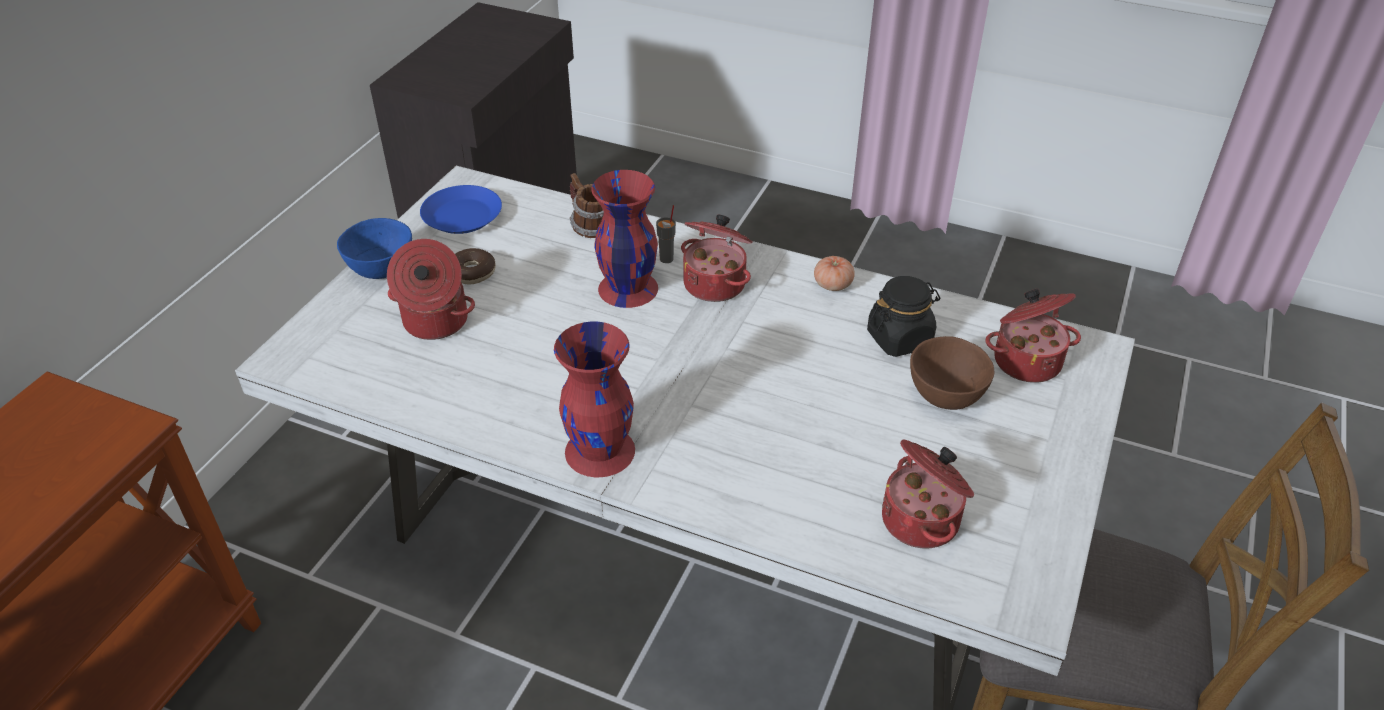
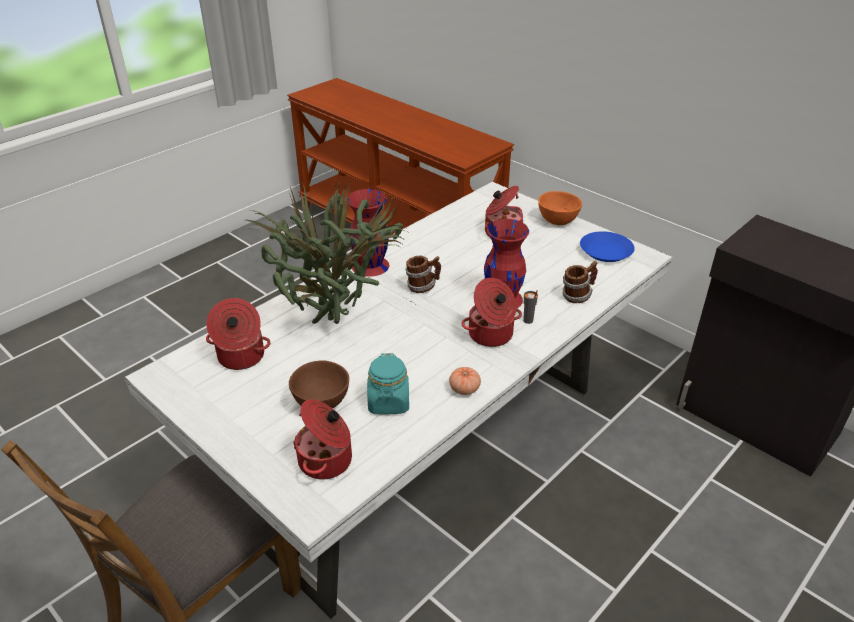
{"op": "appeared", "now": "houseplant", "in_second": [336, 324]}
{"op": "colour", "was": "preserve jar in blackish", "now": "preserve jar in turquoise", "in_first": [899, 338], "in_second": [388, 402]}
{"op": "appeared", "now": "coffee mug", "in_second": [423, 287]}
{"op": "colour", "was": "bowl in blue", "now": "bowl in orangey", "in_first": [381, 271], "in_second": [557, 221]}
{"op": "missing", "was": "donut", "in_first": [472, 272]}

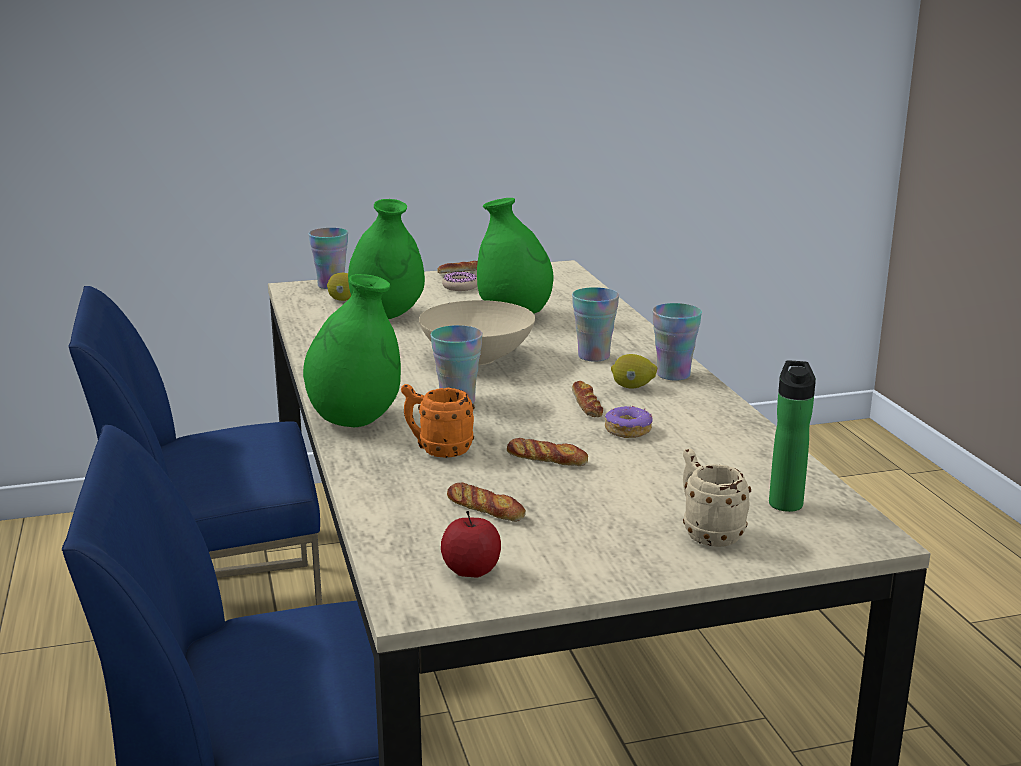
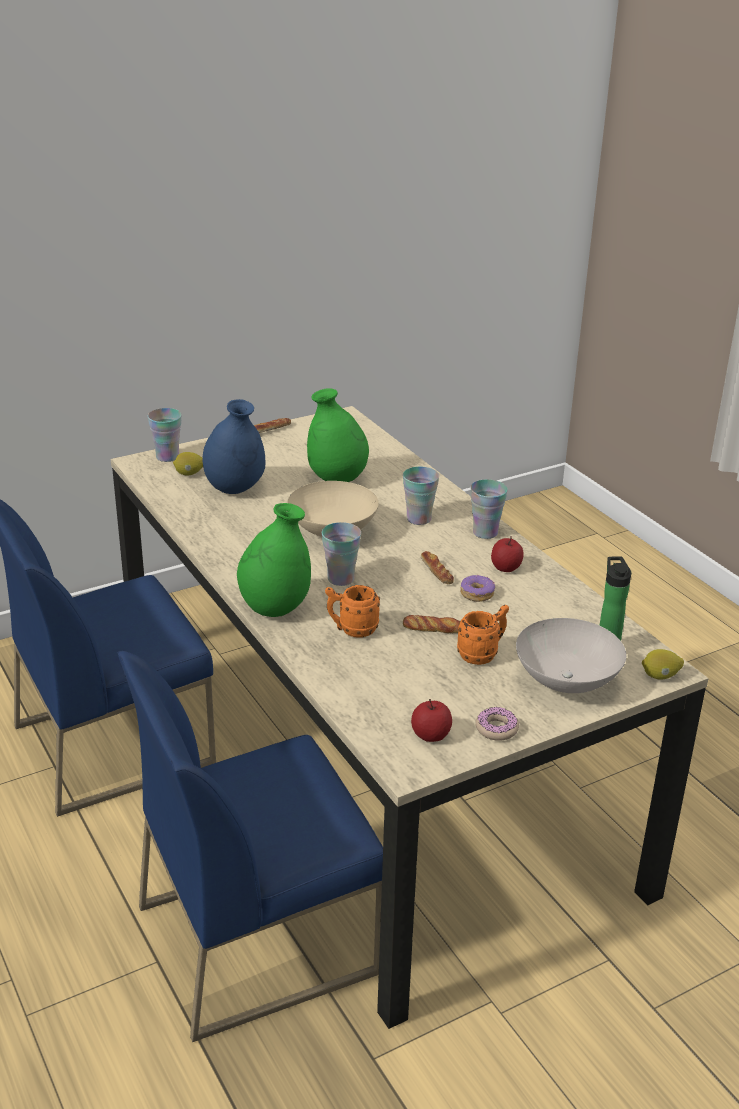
{"op": "colour", "was": "decorative vase in green", "now": "decorative vase in blue", "in_first": [387, 315], "in_second": [235, 488]}
{"op": "appeared", "now": "coffee mug in orangey", "in_second": [482, 654]}
{"op": "relocated", "was": "donut", "in_first": [460, 287], "in_second": [496, 729]}
{"op": "appeared", "now": "apple", "in_second": [506, 568]}
{"op": "exchanged", "was": "coffee mug in beige-coloured", "now": "bowl in white", "in_first": [707, 532], "in_second": [567, 681]}
{"op": "relocated", "was": "citrus fruit", "in_first": [632, 387], "in_second": [660, 676]}
{"op": "missing", "was": "baked bread", "in_first": [485, 509]}

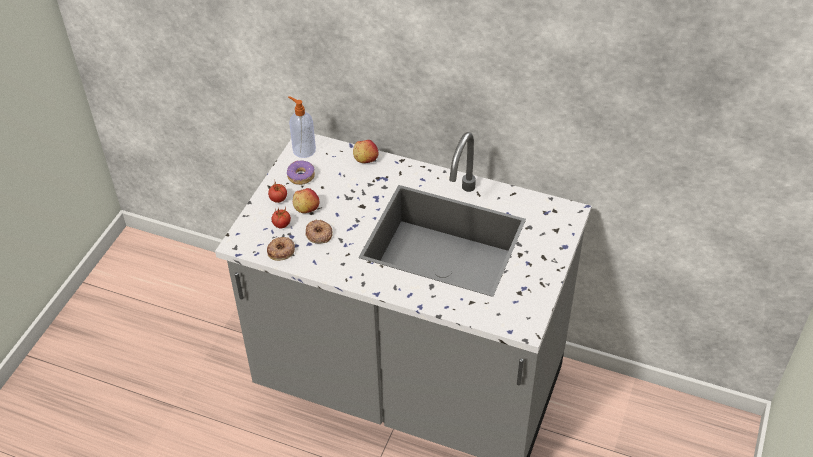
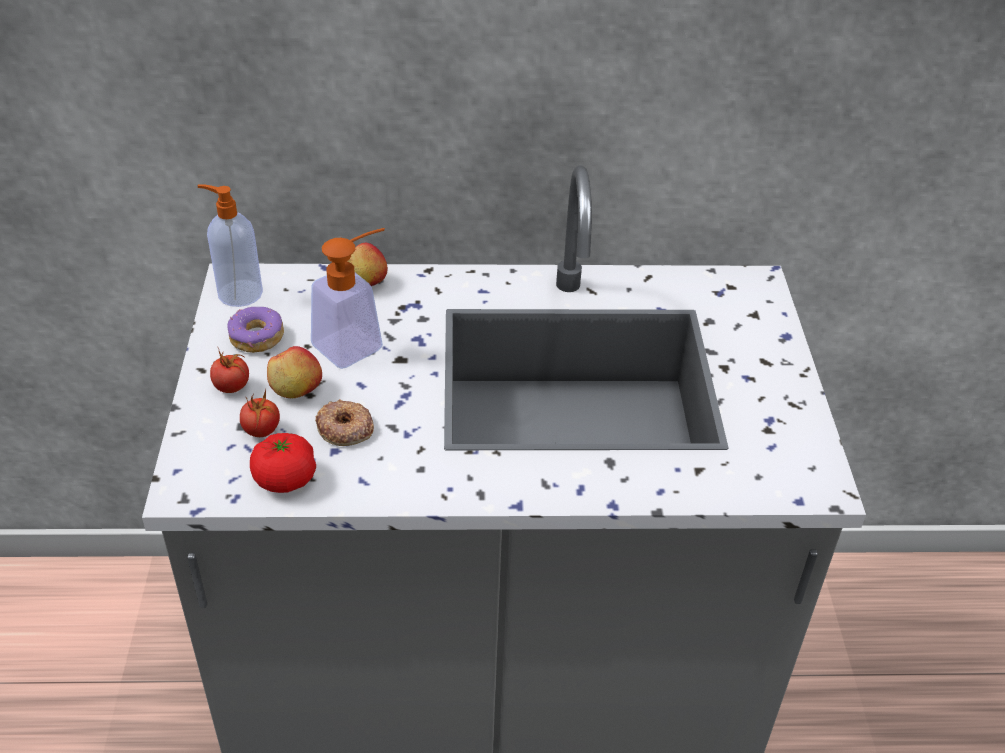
{"op": "exchanged", "was": "donut", "now": "whole tomato", "in_first": [281, 251], "in_second": [285, 479]}
{"op": "appeared", "now": "soap dispenser", "in_second": [357, 342]}

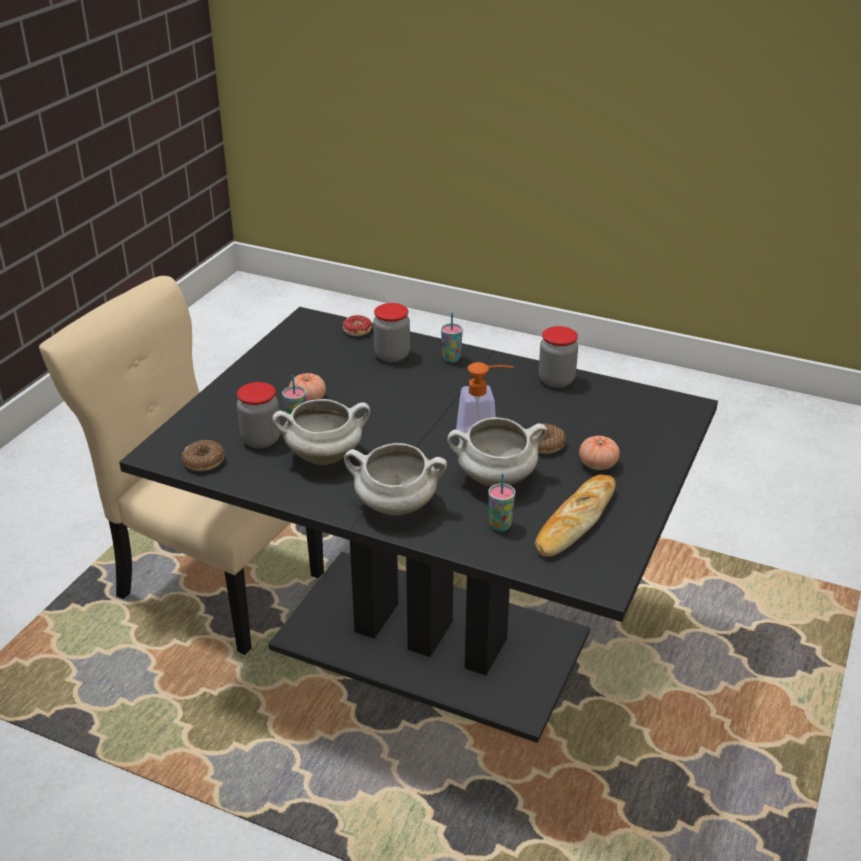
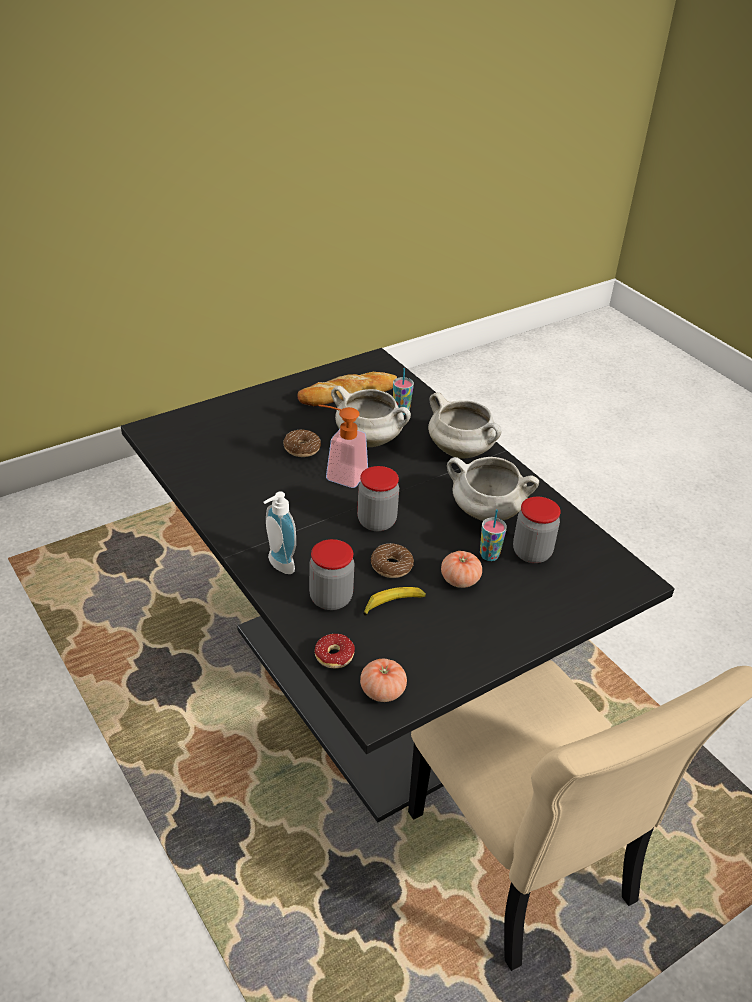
{"op": "exchanged", "was": "cup", "now": "soap dispenser", "in_first": [451, 359], "in_second": [277, 565]}
{"op": "relocated", "was": "preserve jar", "in_first": [556, 380], "in_second": [376, 521]}
{"op": "relocated", "was": "whole tomato", "in_first": [598, 464], "in_second": [382, 691]}
{"op": "appeared", "now": "whole banana", "in_second": [393, 604]}
{"op": "relocated", "was": "donut", "in_first": [204, 461], "in_second": [391, 566]}

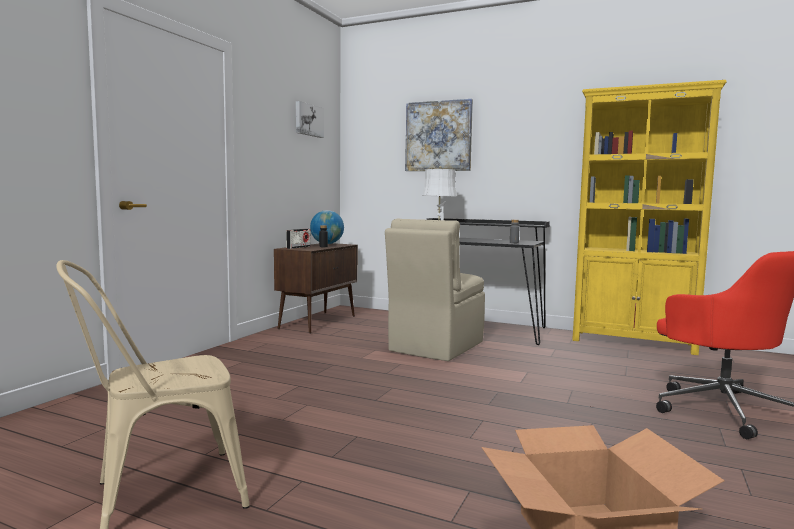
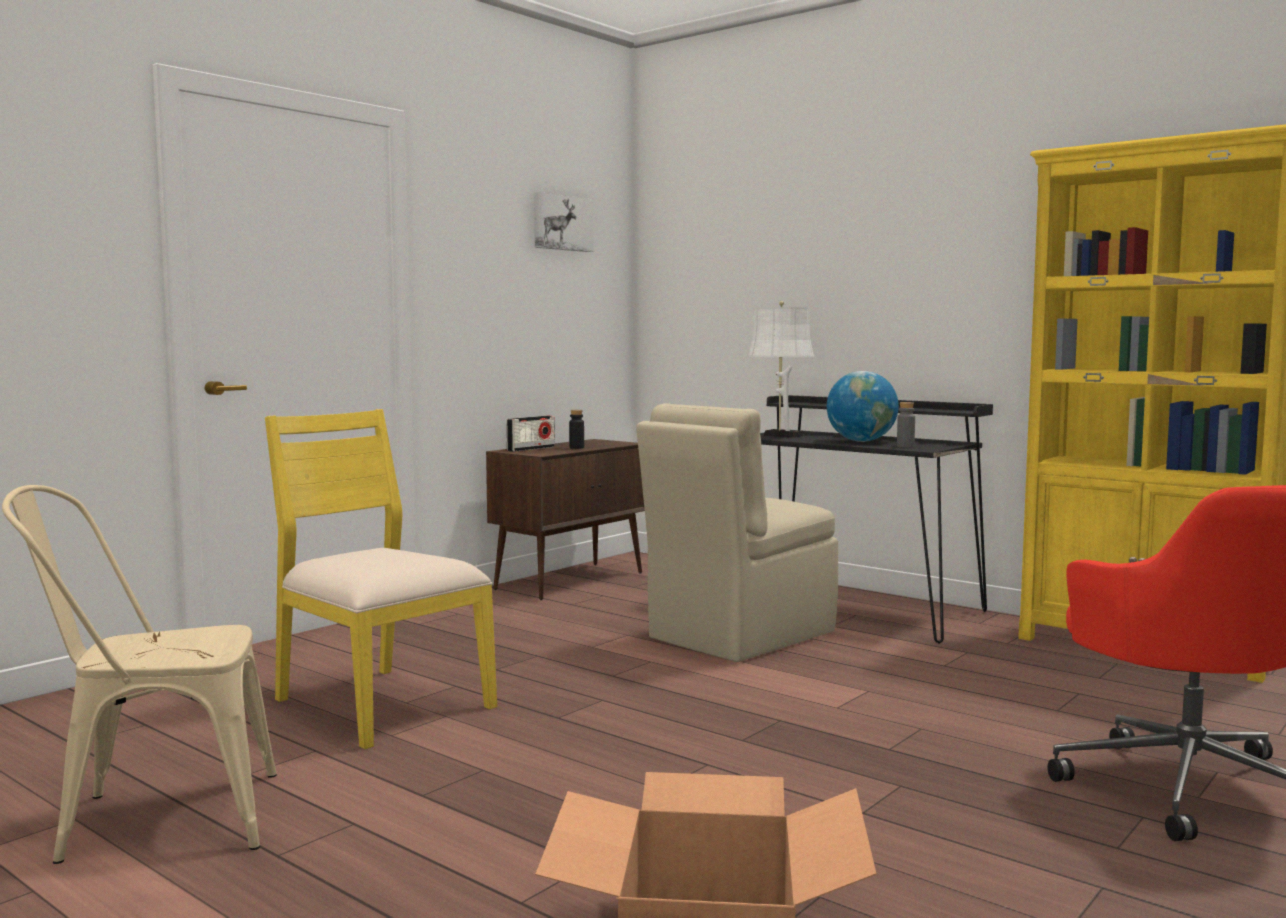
{"op": "appeared", "now": "upright chair in yellow", "in_second": [380, 704]}
{"op": "relocated", "was": "world globe", "in_first": [327, 244], "in_second": [861, 441]}
{"op": "missing", "was": "picture", "in_first": [438, 136]}

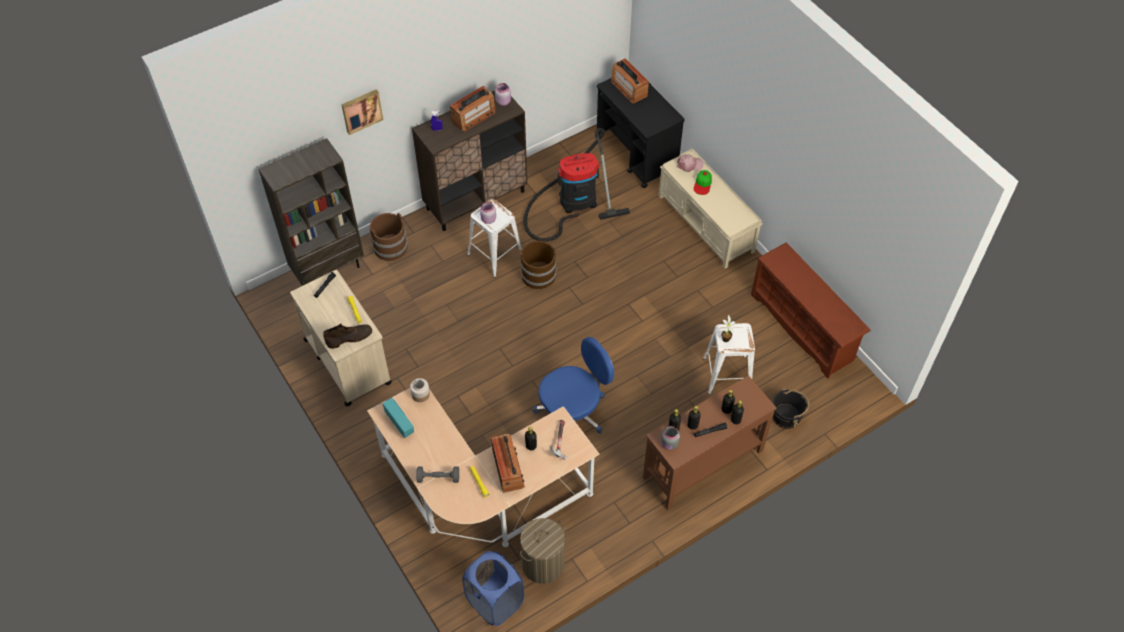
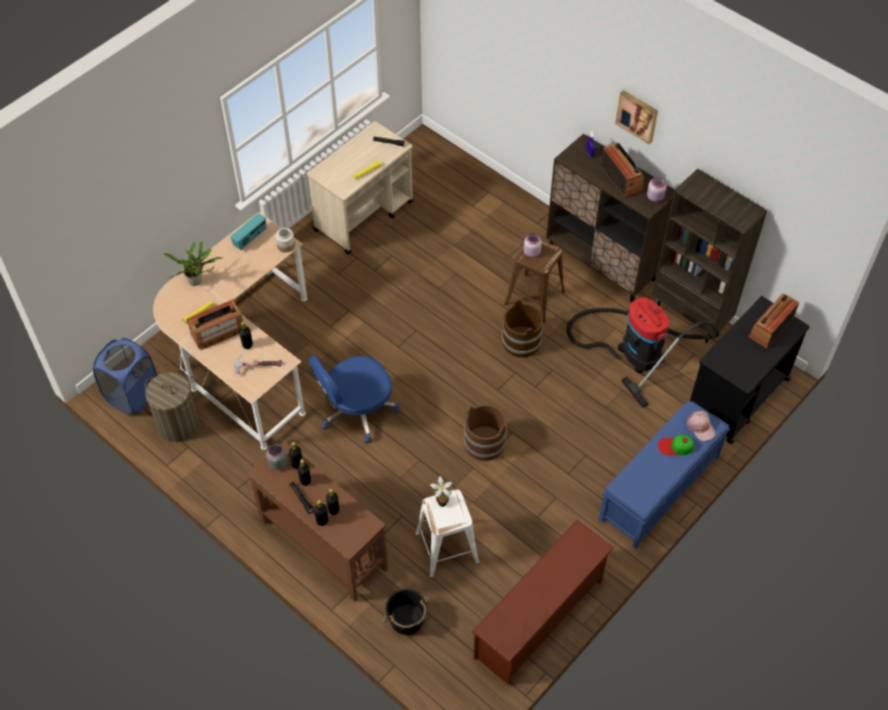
{"op": "exchanged", "was": "dumbbell in grey", "now": "houseplant", "in_first": [438, 478], "in_second": [197, 282]}
{"op": "spun", "was": "desk chair in blue", "in_first": [573, 412], "in_second": [356, 411], "clockwise": 105}
{"op": "relocated", "was": "bucket in brown-coloured", "in_first": [390, 247], "in_second": [484, 443]}
{"op": "colour", "was": "sitting stool in white", "now": "sitting stool in brown-coloured", "in_first": [494, 255], "in_second": [534, 297]}
{"op": "colour", "was": "indoor bench in beige-coloured", "now": "indoor bench in blue", "in_first": [706, 224], "in_second": [658, 489]}
{"op": "spun", "was": "radio set", "in_first": [473, 117], "in_second": [621, 178], "clockwise": -150}
{"op": "relocated", "was": "picture", "in_first": [361, 110], "in_second": [637, 116]}
{"op": "relocated", "was": "shelving unit in brown-coloured", "in_first": [328, 269], "in_second": [690, 317]}
{"op": "missing", "was": "tall boot in brown-coloured", "in_first": [350, 338]}

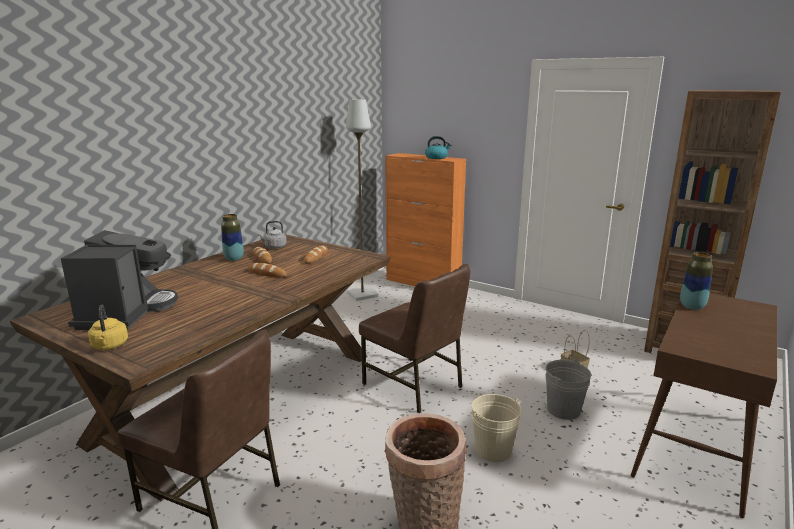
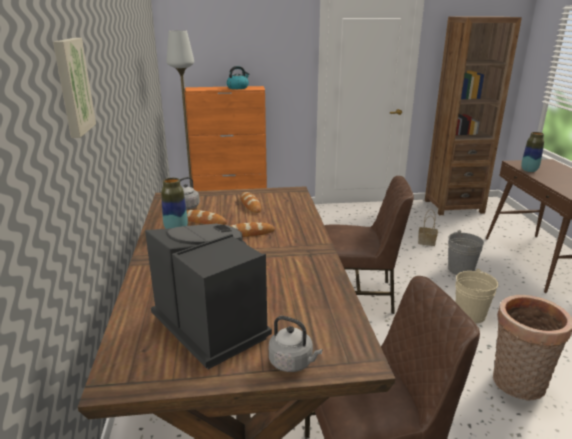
{"op": "appeared", "now": "picture", "in_second": [72, 87]}
{"op": "colour", "was": "water kettle in yellow", "now": "water kettle in grey", "in_first": [110, 346], "in_second": [293, 363]}

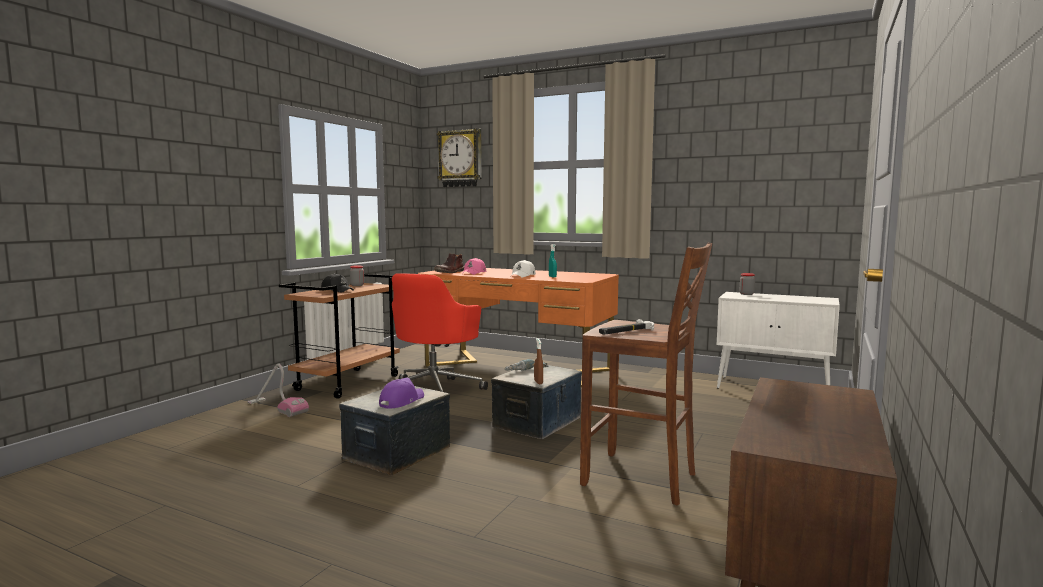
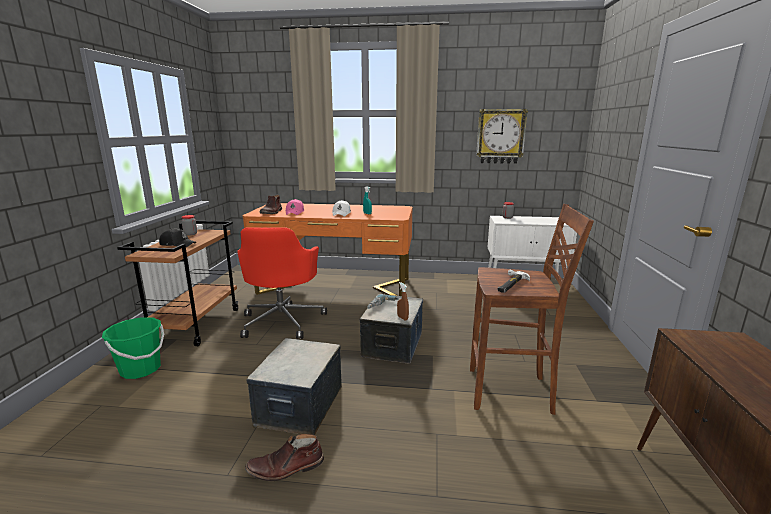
{"op": "exchanged", "was": "vacuum", "now": "bucket in green", "in_first": [277, 408], "in_second": [141, 369]}
{"op": "appeared", "now": "tall boot in brown-coloured", "in_second": [285, 468]}
{"op": "relocated", "was": "wall clock", "in_first": [460, 158], "in_second": [500, 136]}
{"op": "missing", "was": "baseball cap in purplish", "in_first": [401, 401]}

